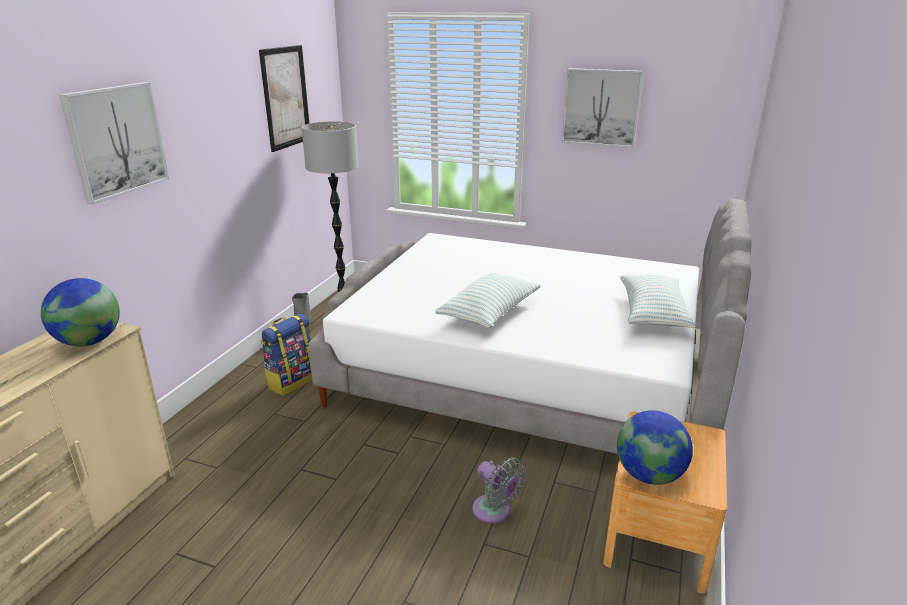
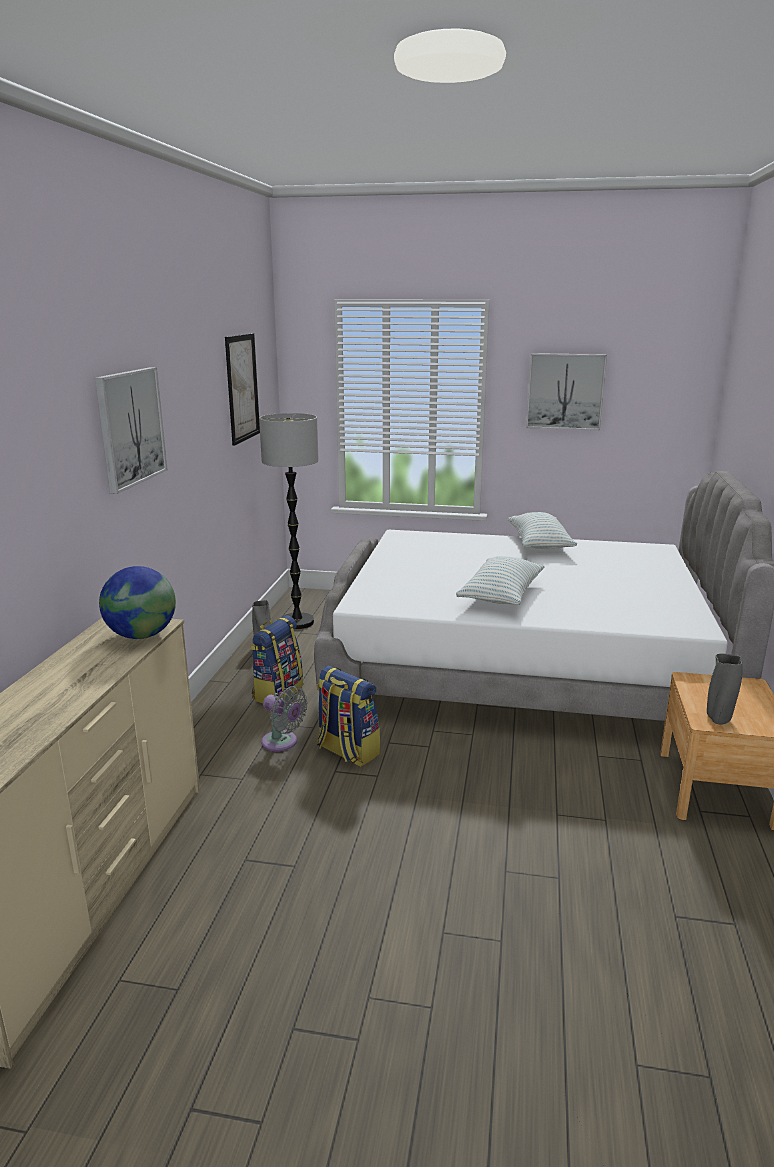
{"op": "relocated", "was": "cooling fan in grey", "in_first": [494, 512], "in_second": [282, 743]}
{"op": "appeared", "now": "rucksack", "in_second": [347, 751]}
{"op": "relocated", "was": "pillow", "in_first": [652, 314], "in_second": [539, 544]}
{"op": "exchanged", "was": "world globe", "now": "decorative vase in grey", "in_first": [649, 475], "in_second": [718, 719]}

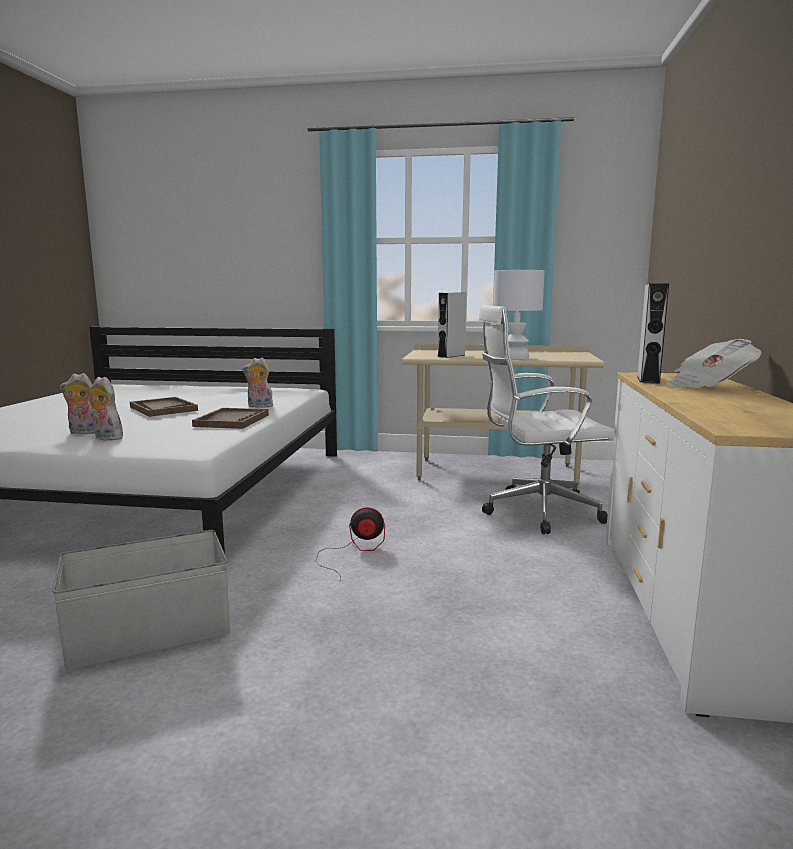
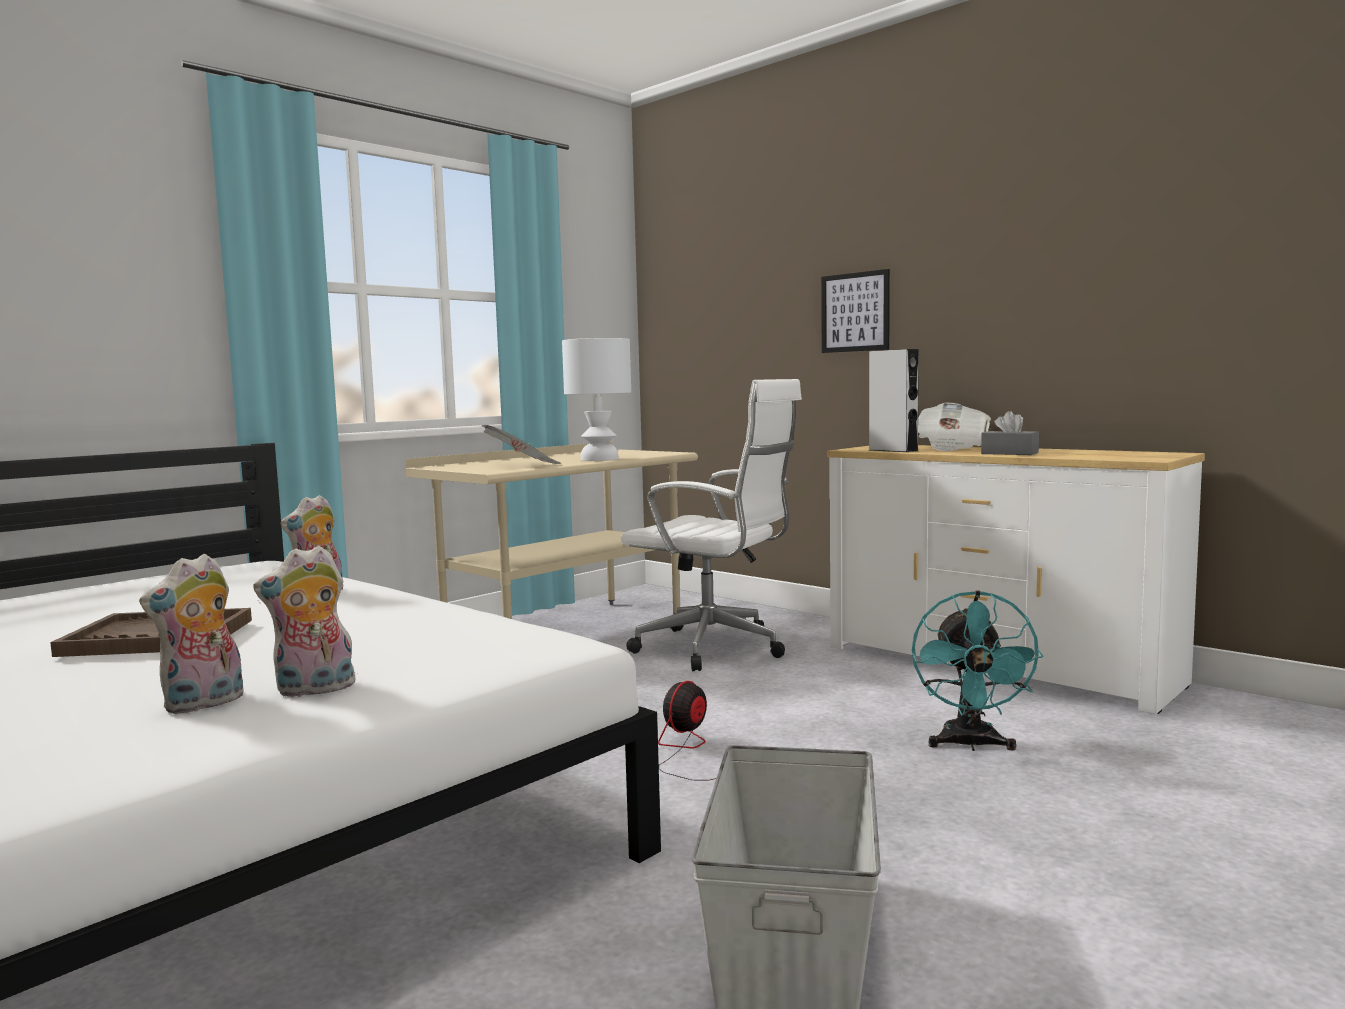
{"op": "exchanged", "was": "speaker in grey", "now": "newspaper", "in_first": [451, 356], "in_second": [522, 466]}
{"op": "spun", "was": "desk chair in white", "in_first": [536, 512], "in_second": [716, 649], "clockwise": -90}
{"op": "appeared", "now": "picture", "in_second": [855, 312]}
{"op": "appeared", "now": "cooling fan in turquoise", "in_second": [971, 745]}
{"op": "appeared", "now": "box of tissues in grey", "in_second": [1009, 453]}
{"op": "missing", "was": "serving tray in brown-coloured", "in_first": [232, 420]}

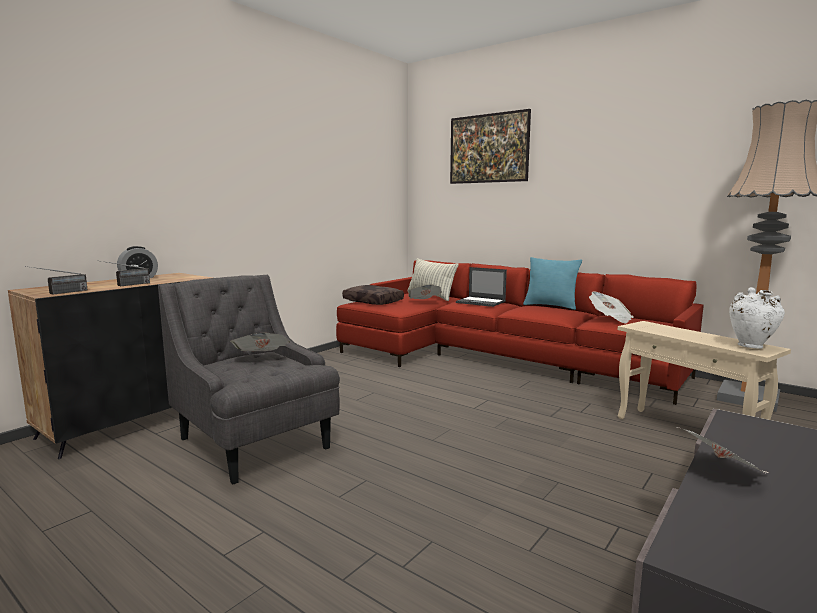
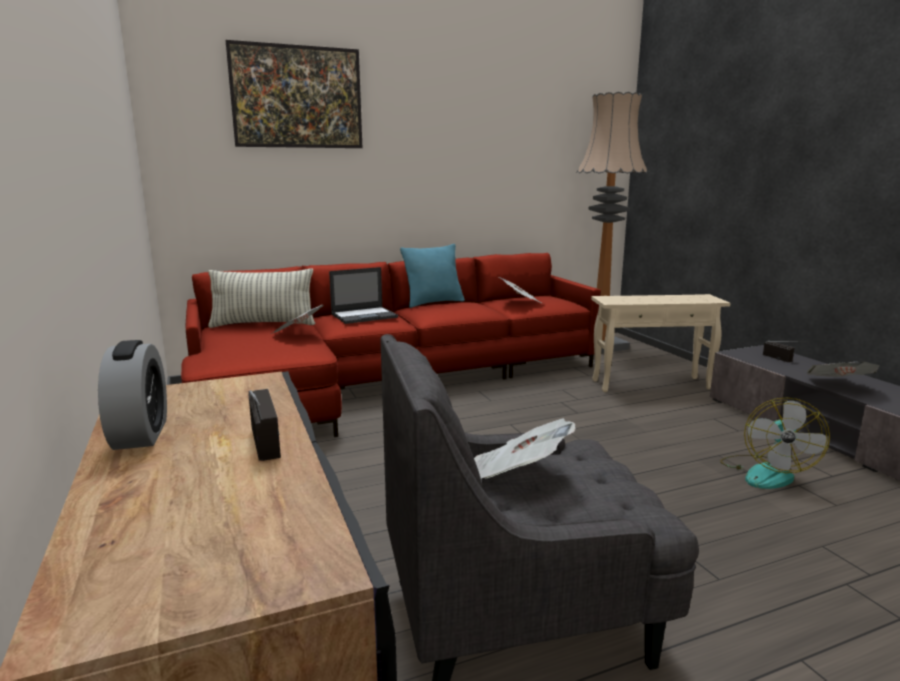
{"op": "appeared", "now": "cooling fan", "in_second": [766, 472]}
{"op": "relocated", "was": "radio set", "in_first": [59, 293], "in_second": [784, 360]}
{"op": "missing", "was": "pillow in brown-coloured", "in_first": [374, 301]}
{"op": "missing", "was": "decorative vase in white", "in_first": [751, 346]}

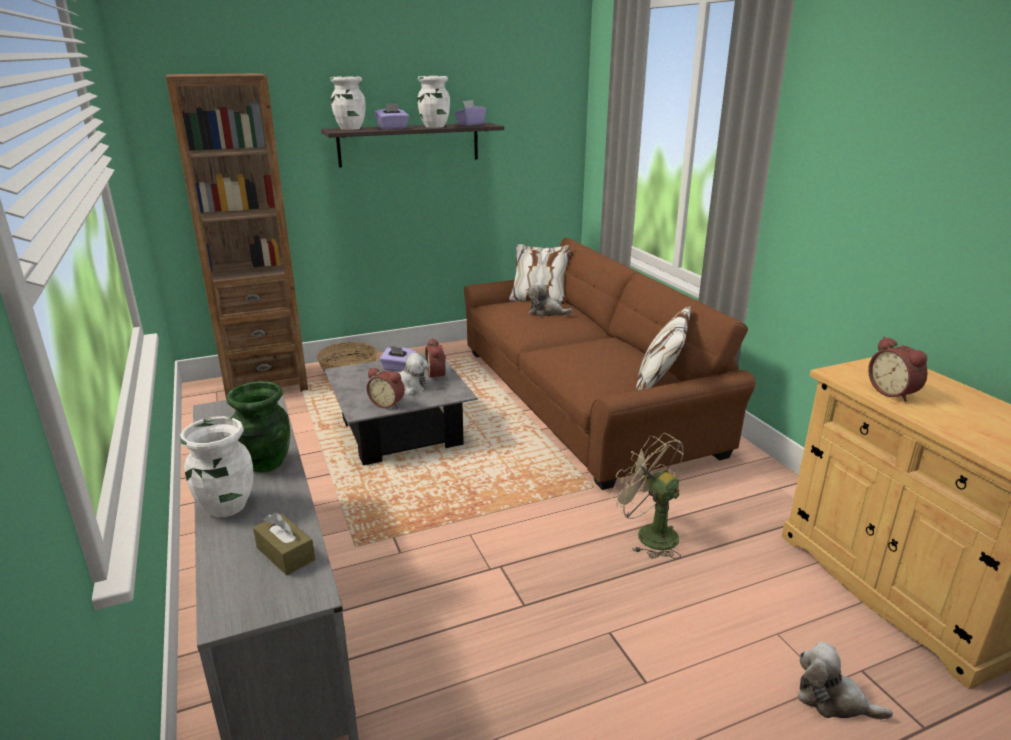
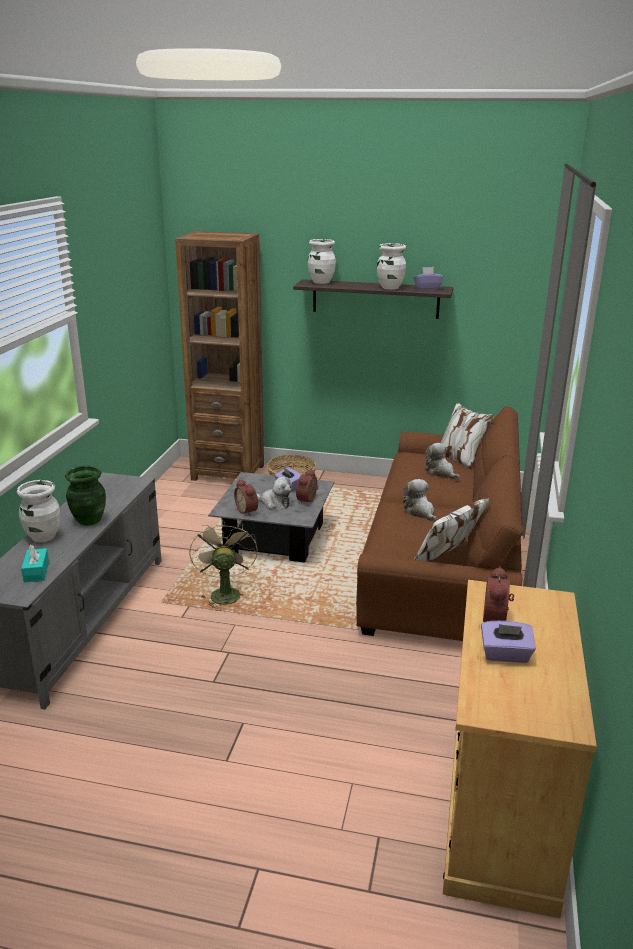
{"op": "colour", "was": "box of tissues in brown-coloured", "now": "box of tissues in turquoise", "in_first": [285, 554], "in_second": [36, 572]}
{"op": "relocated", "was": "cooling fan in beige-coloured", "in_first": [648, 534], "in_second": [224, 593]}
{"op": "relocated", "was": "plush toy", "in_first": [833, 700], "in_second": [420, 512]}
{"op": "relocated", "was": "box of tissues in purplish", "in_first": [392, 128], "in_second": [505, 655]}

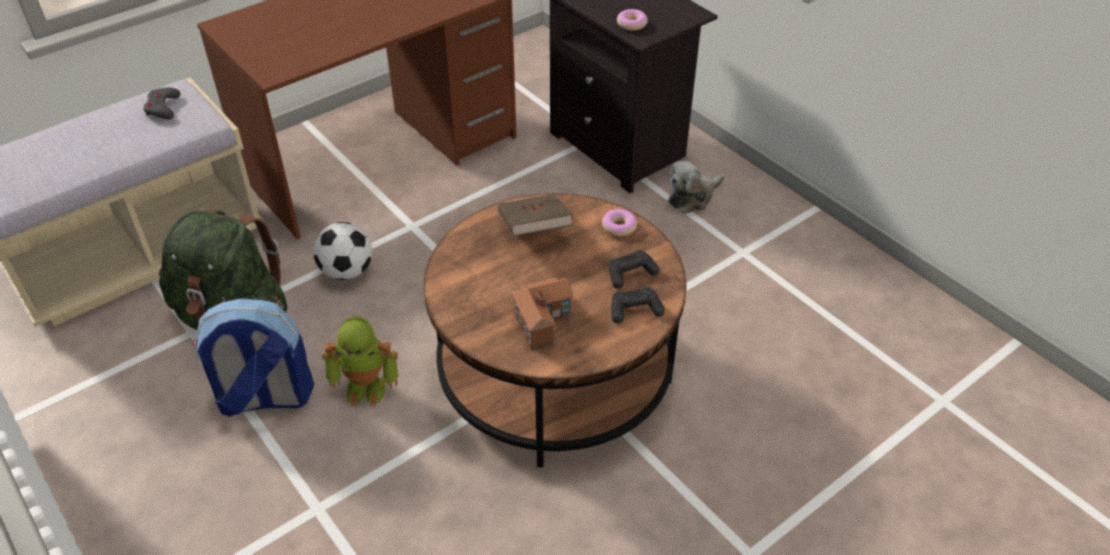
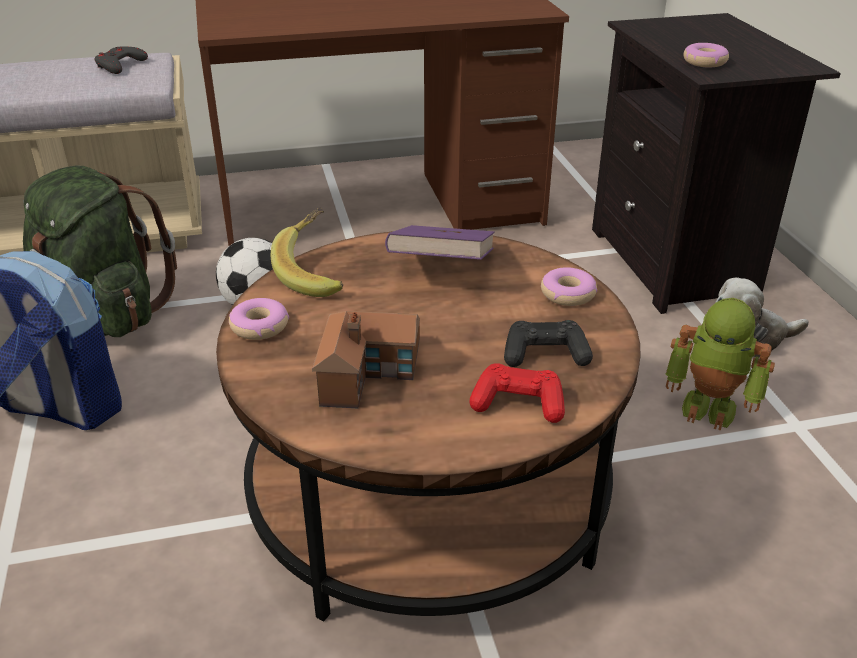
{"op": "appeared", "now": "donut", "in_second": [259, 326]}
{"op": "appeared", "now": "whole banana", "in_second": [317, 273]}
{"op": "colour", "was": "book in brown-coloured", "now": "book in purplish", "in_first": [534, 230], "in_second": [442, 268]}
{"op": "colour", "was": "joypad in blackish", "now": "joypad in red-coloured", "in_first": [635, 310], "in_second": [518, 403]}
{"op": "relocated", "was": "robot figure", "in_first": [366, 387], "in_second": [710, 406]}

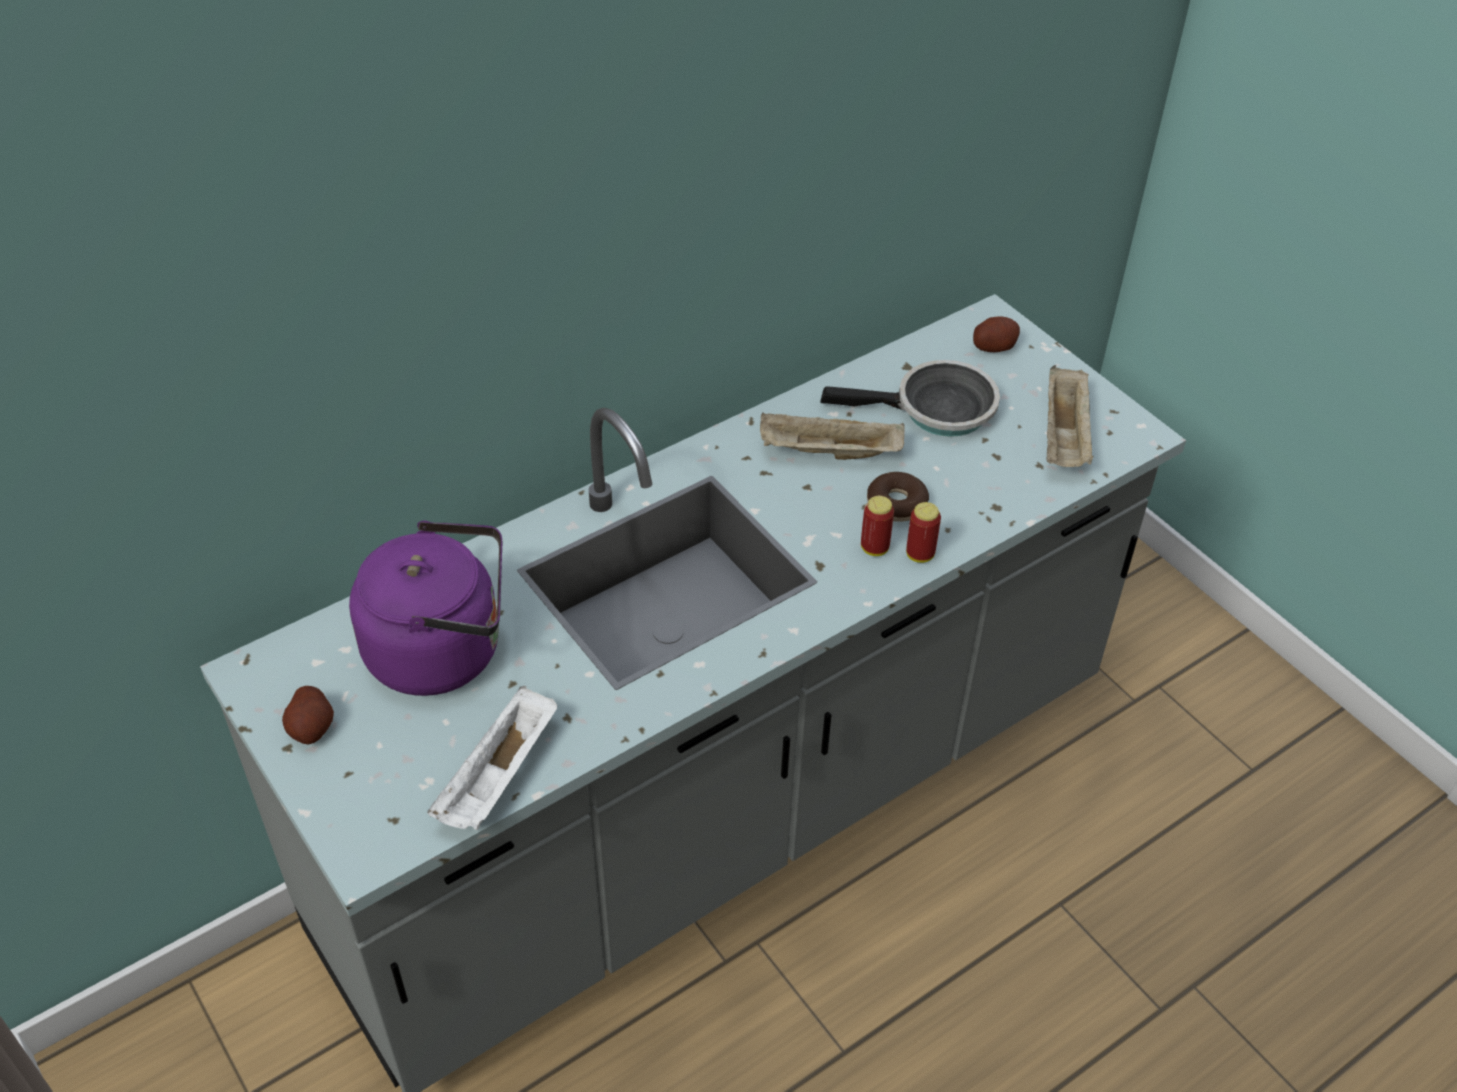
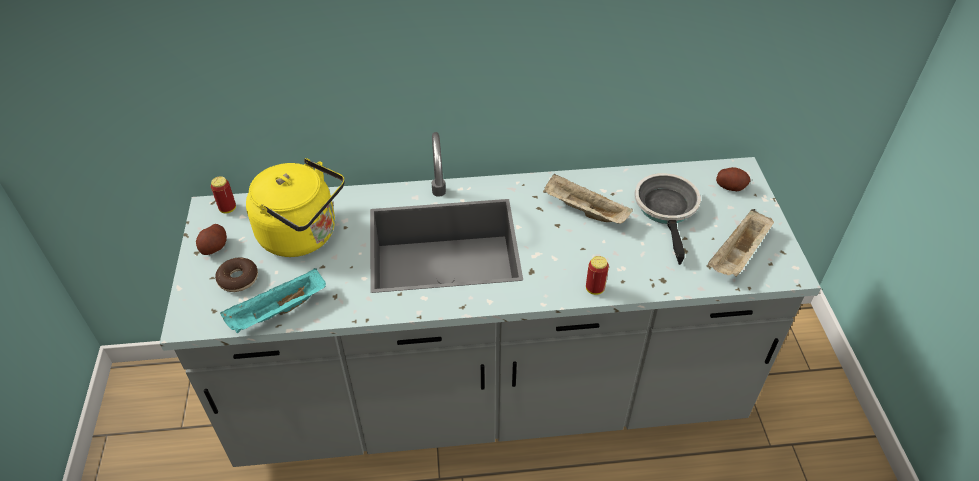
{"op": "relocated", "was": "can", "in_first": [874, 548], "in_second": [228, 209]}
{"op": "relocated", "was": "donut", "in_first": [896, 504], "in_second": [238, 279]}
{"op": "colour", "was": "serving tray in white", "now": "serving tray in turquoise", "in_first": [498, 778], "in_second": [277, 312]}
{"op": "colour", "was": "water kettle in purplish", "now": "water kettle in yellow", "in_first": [443, 650], "in_second": [303, 235]}
{"op": "spun", "was": "frying pan", "in_first": [936, 410], "in_second": [667, 210], "clockwise": -120}

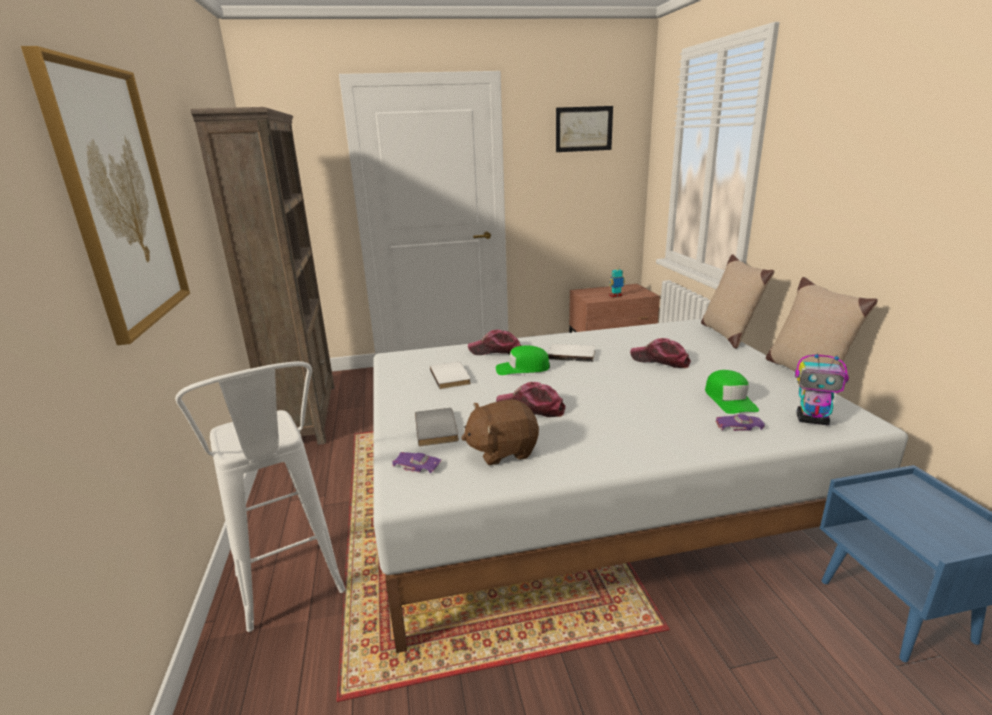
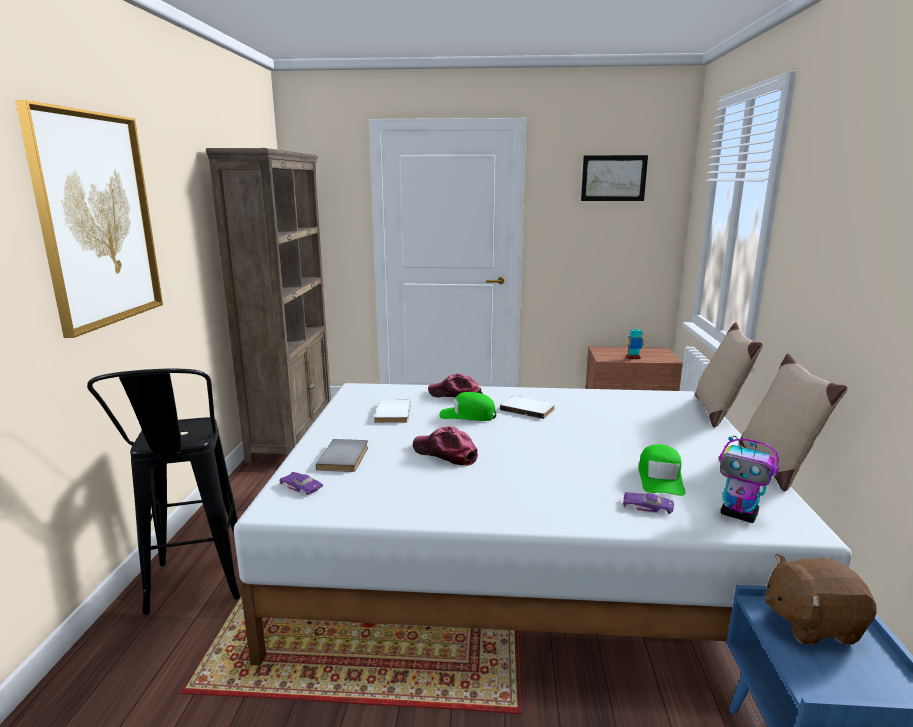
{"op": "colour", "was": "sitting stool in white", "now": "sitting stool in blackish", "in_first": [293, 595], "in_second": [195, 592]}
{"op": "relocated", "was": "plush toy in brown-coloured", "in_first": [502, 450], "in_second": [811, 623]}
{"op": "missing", "was": "baseball cap", "in_first": [660, 360]}

